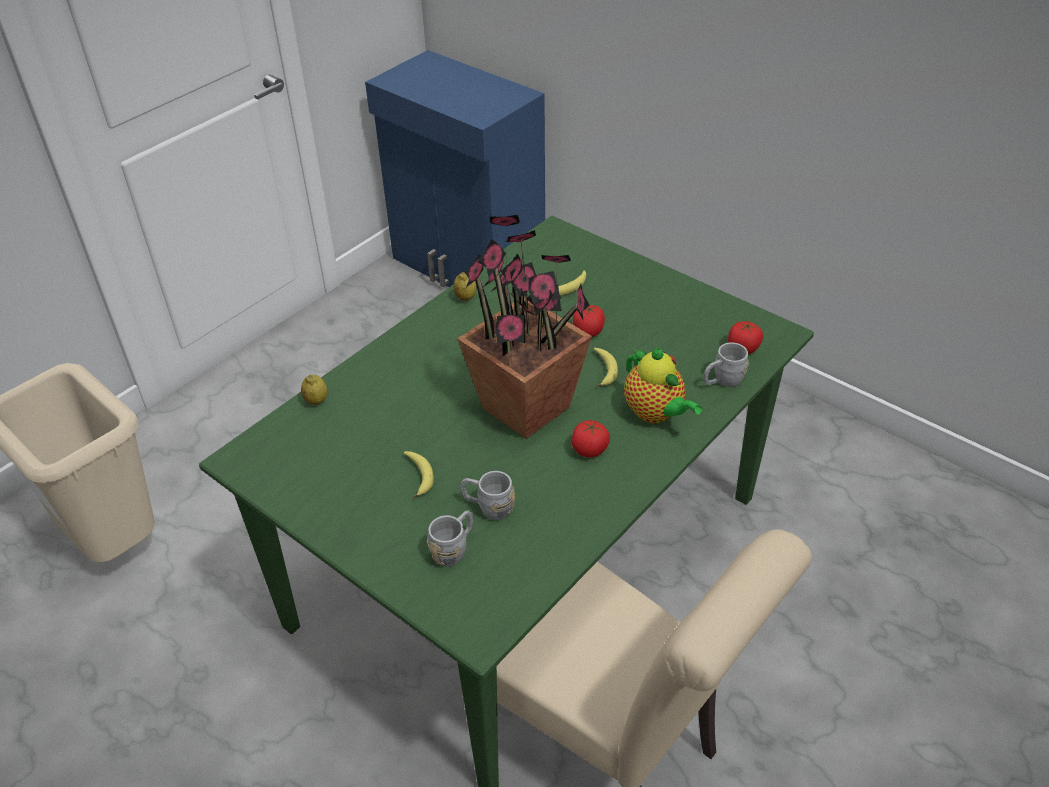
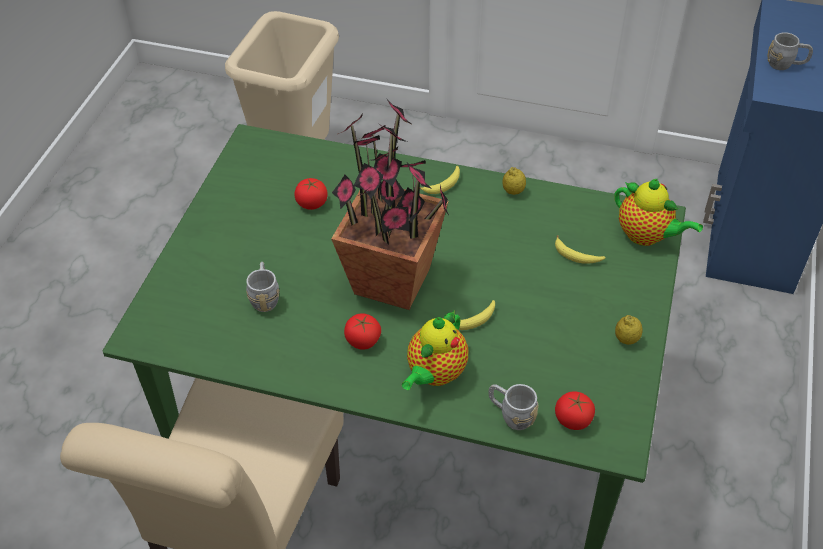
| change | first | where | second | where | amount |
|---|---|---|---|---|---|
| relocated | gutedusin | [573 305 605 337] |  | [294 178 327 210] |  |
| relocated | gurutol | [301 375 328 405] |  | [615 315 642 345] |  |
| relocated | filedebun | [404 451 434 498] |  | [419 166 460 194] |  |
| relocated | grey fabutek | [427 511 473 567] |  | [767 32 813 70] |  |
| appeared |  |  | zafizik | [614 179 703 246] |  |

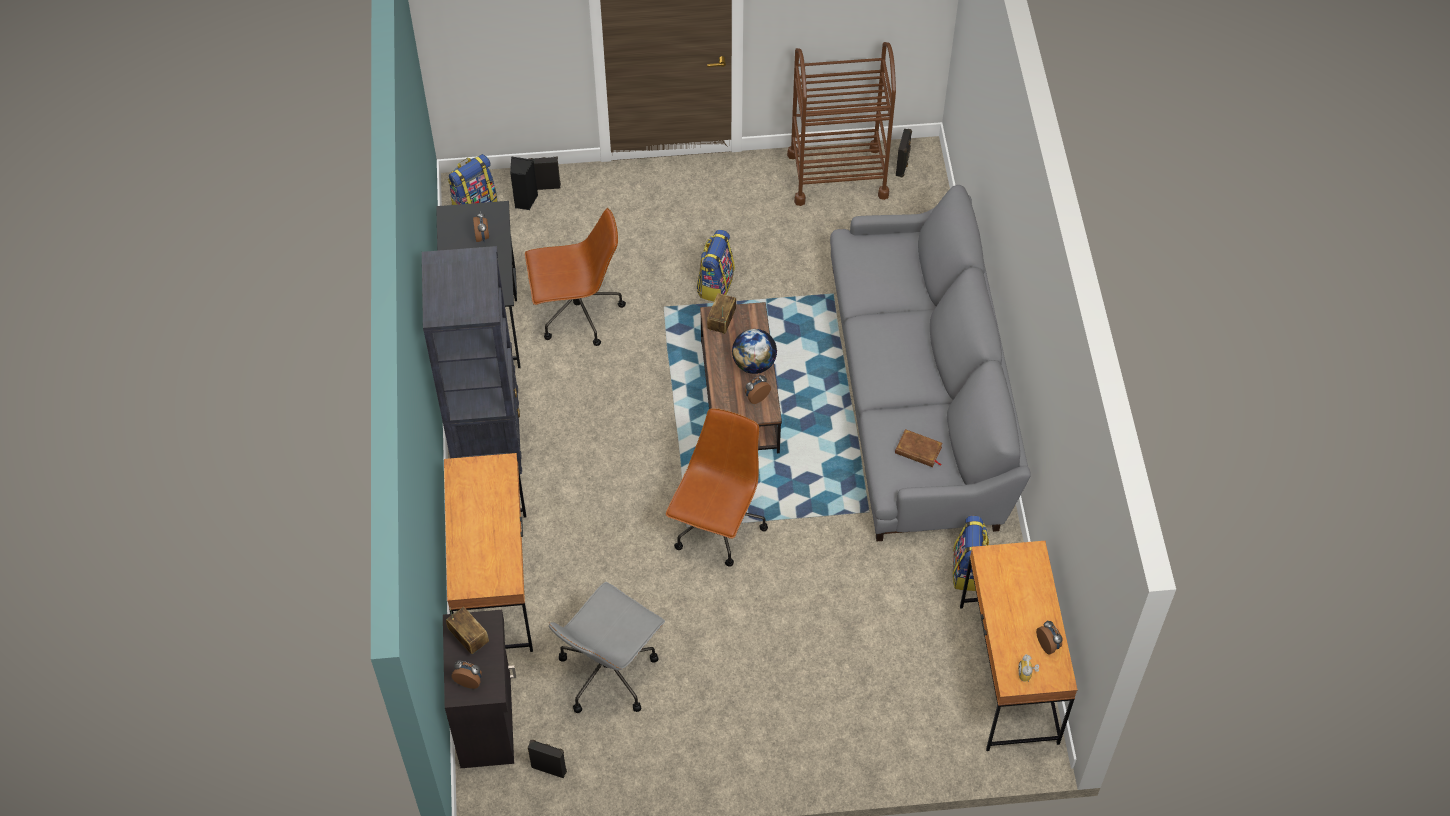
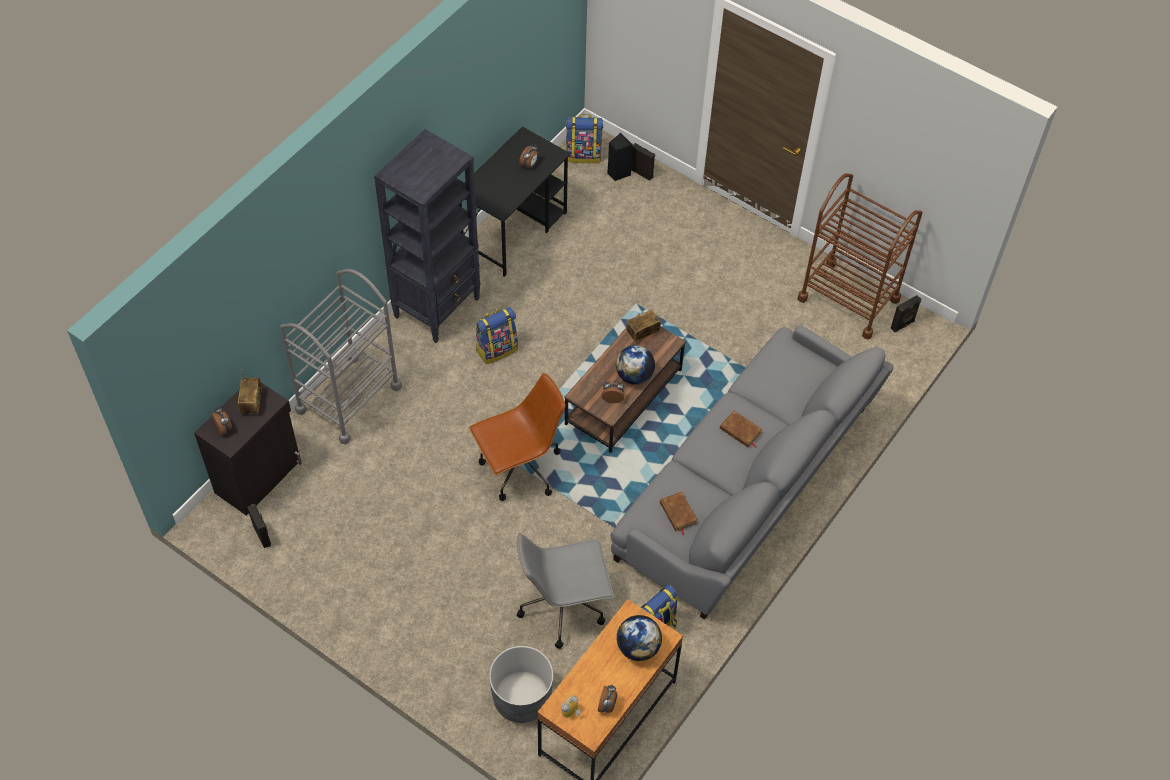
| change | first | where | second | where | amount |
|---|---|---|---|---|---|
| missing | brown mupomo | [525 208 626 346] |  |  |  |
| relocated | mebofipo | [697 230 735 301] |  | [475 307 518 364] |  |
| exchanged | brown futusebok | [444 453 533 652] | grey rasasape | [280 269 402 445] |  |
| relocated | grey mupomo | [549 582 665 713] |  | [517 533 614 649] |  |
| appeared |  |  | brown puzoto | [720 411 762 448] |  |
| appeared |  |  | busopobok | [617 615 662 661] |  |
| appeared |  |  | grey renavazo | [489 646 554 723] |  |

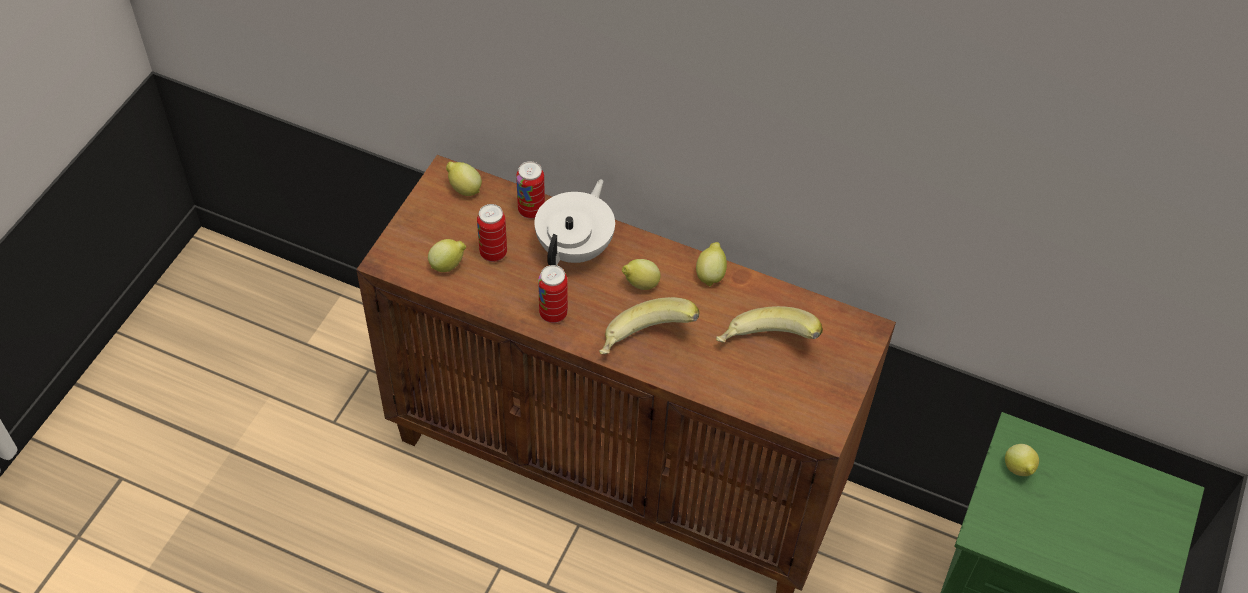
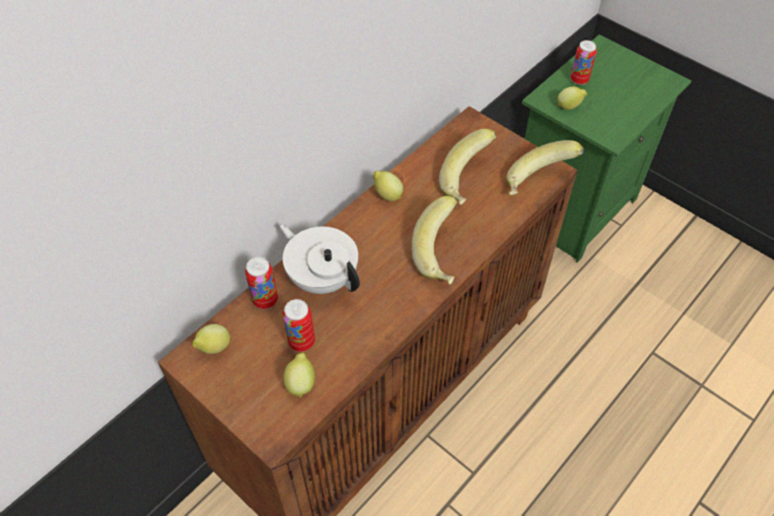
| change | first | where | second | where | amount |
|---|---|---|---|---|---|
| missing | gurutol | [622 259 661 290] |  |  |  |
| relocated | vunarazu | [538 265 568 323] |  | [570 40 597 85] |  |
| appeared |  |  | filedebun | [506 140 584 195] |  |

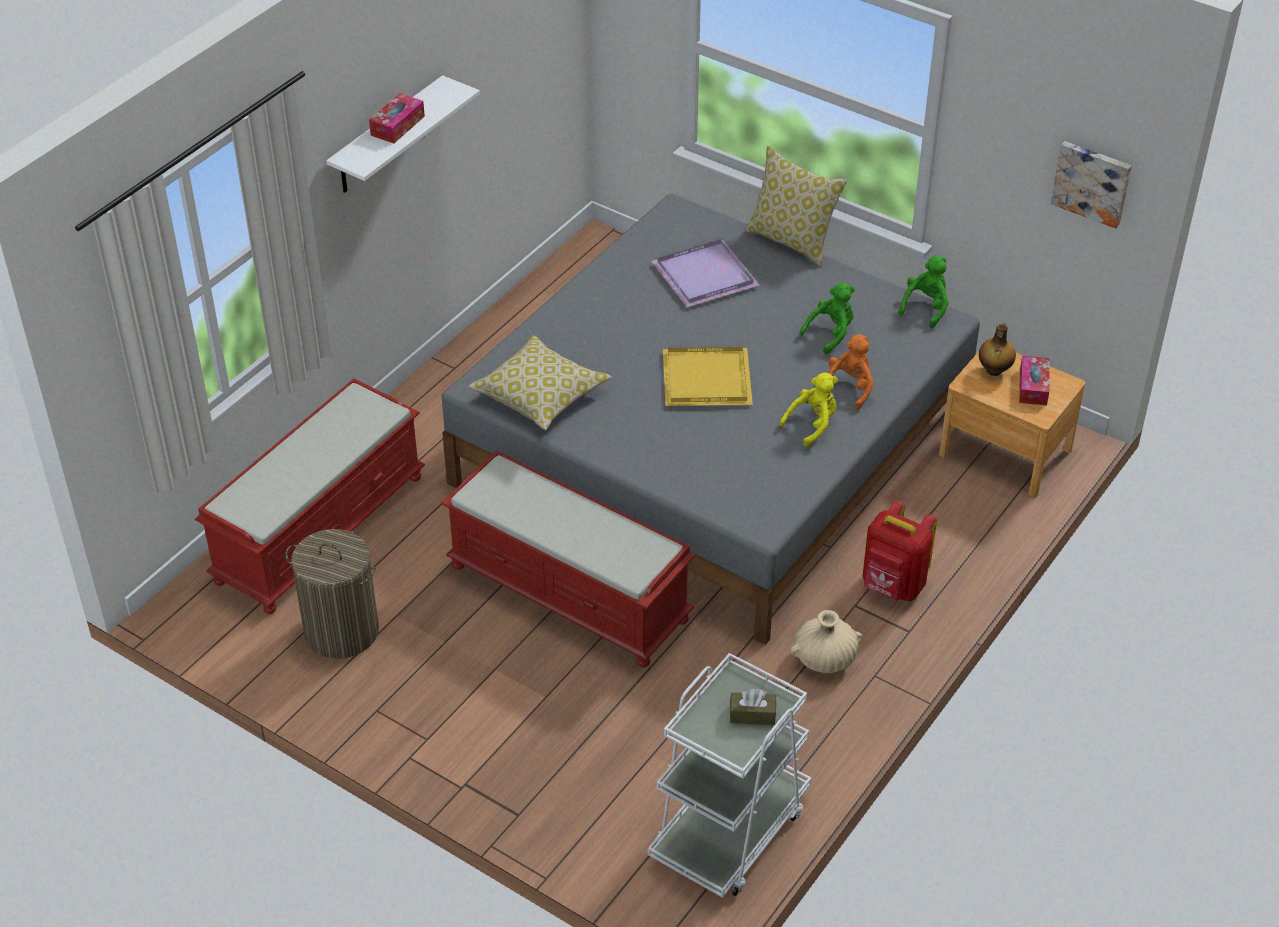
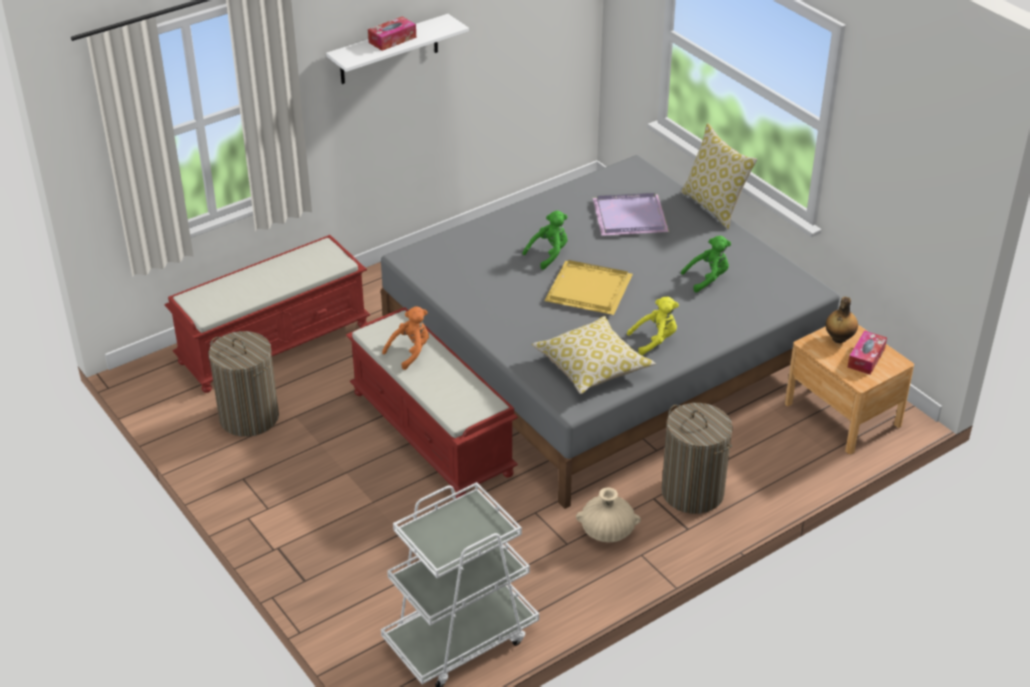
| change | first | where | second | where | amount |
|---|---|---|---|---|---|
| missing | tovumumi | [1051 141 1132 228] |  |  |  |
| relocated | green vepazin | [898 255 949 328] |  | [523 210 568 270] |  |
| relocated | orange vepazin | [828 334 873 410] |  | [382 306 429 370] |  |
| relocated | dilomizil | [468 335 612 430] |  | [532 316 656 394] |  |
| exchanged | red mebofipo | [863 501 937 601] | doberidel | [662 403 733 514] |  |
| missing | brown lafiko | [730 689 776 725] |  |  |  |

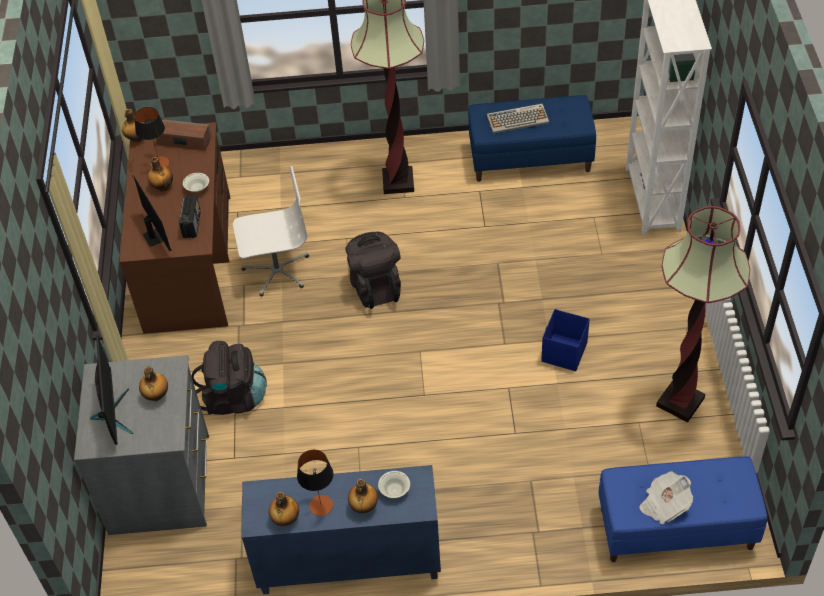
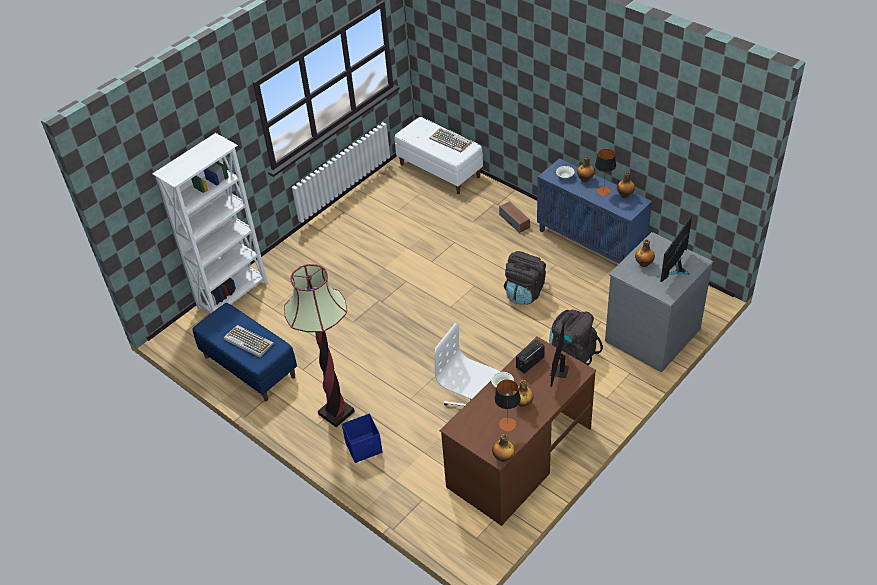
| change | first | where | second | where | amount |
|---|---|---|---|---|---|
| relocated | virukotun | [156 119 212 151] |  | [499 201 530 233] |  |
| missing | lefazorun | [656 206 750 423] |  |  |  |
| relocated | black mebofipo | [345 232 401 309] |  | [504 251 546 305] |  |
| relocated | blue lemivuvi | [541 309 590 371] |  | [342 413 383 463] |  |
| colour | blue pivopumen | [598 456 767 562] | white pivopumen | [395 117 483 194] |  |
| exchanged | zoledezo | [639 472 693 525] | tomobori | [429 128 472 152] |  |

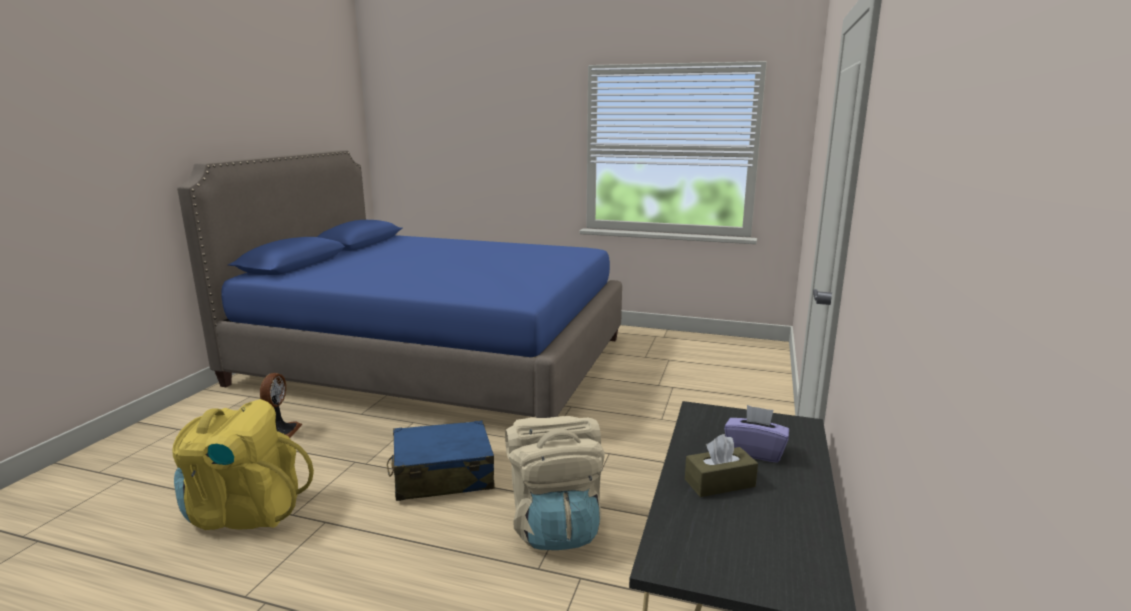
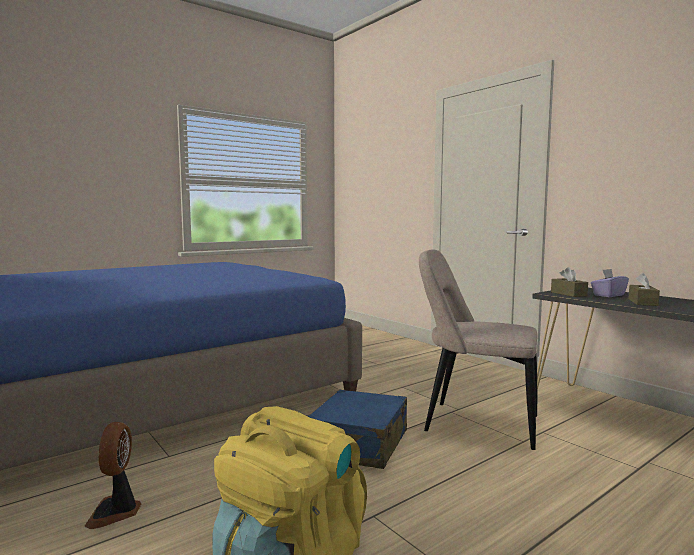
| change | first | where | second | where | amount |
|---|---|---|---|---|---|
| spun | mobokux | [260 373 303 438] |  | [84 422 142 529] | 135 degrees counterclockwise |
| exchanged | beige mebofipo | [505 416 605 550] | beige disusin | [419 250 537 450] |  |
| appeared |  |  | brown lafiko | [551 267 588 297] |  |

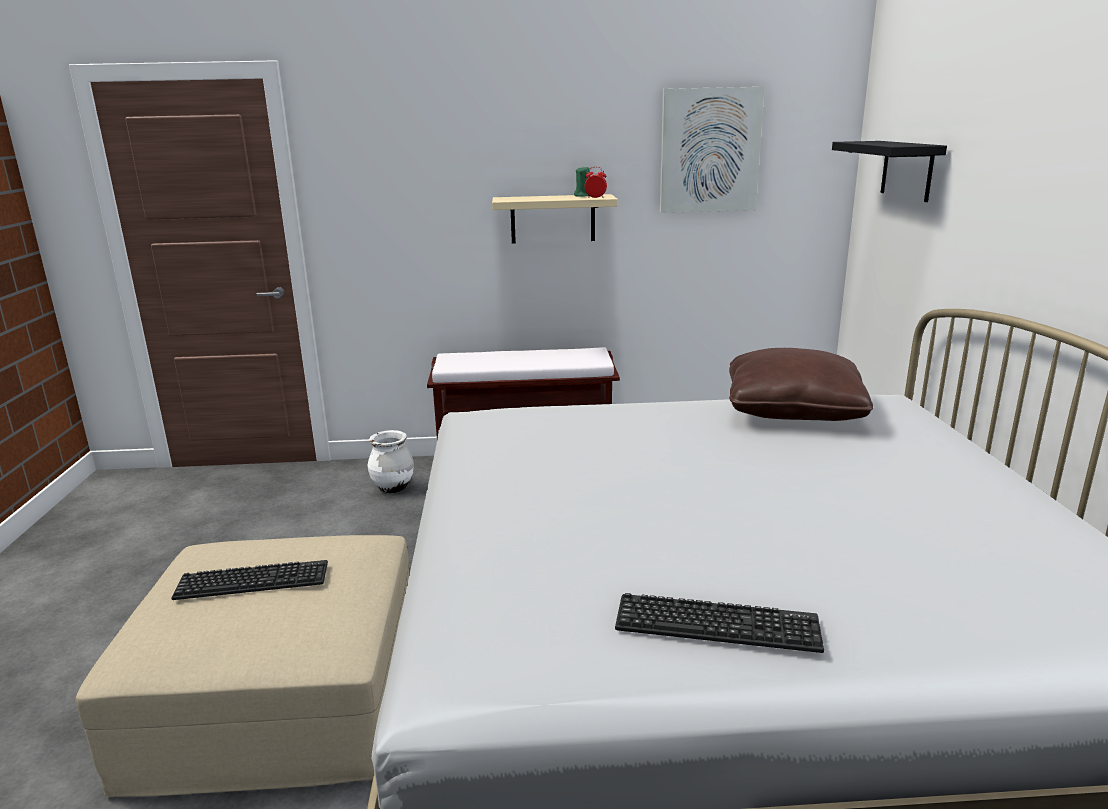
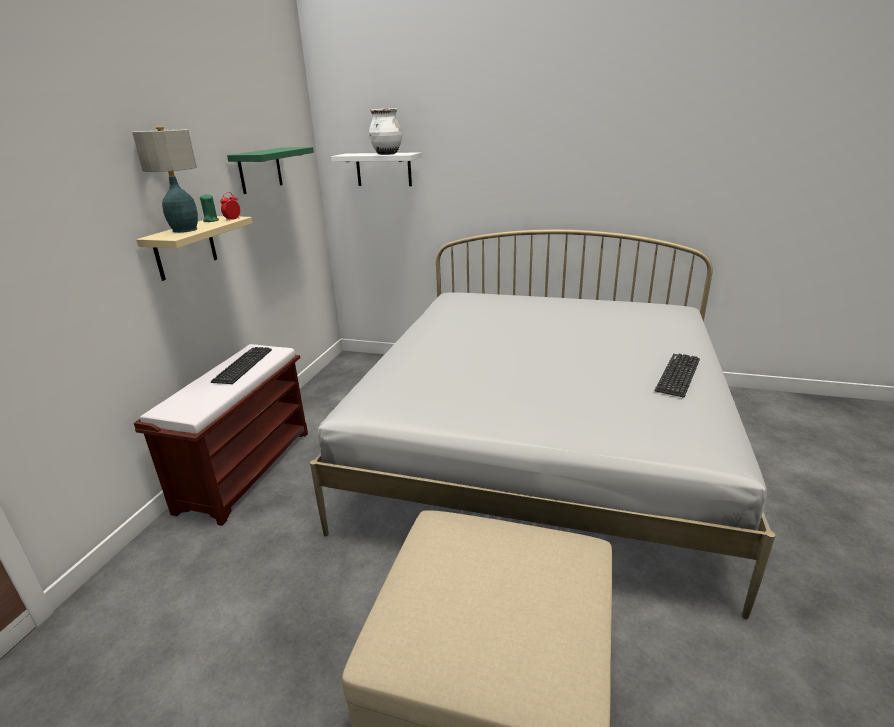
| change | first | where | second | where | amount |
|---|---|---|---|---|---|
| exchanged | tovumumi | [660 87 764 213] | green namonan | [227 147 314 194] |  |
| colour | black namonan | [832 141 947 202] | white namonan | [331 152 421 186] |  |
| missing | brown dilomizil | [729 348 873 421] |  |  |  |
| relocated | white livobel | [367 430 414 493] |  | [369 108 402 155] |  |
| relocated | tomobori | [171 560 328 600] |  | [211 347 272 384] |  |
| appeared |  |  | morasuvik | [132 126 198 233] |  |

